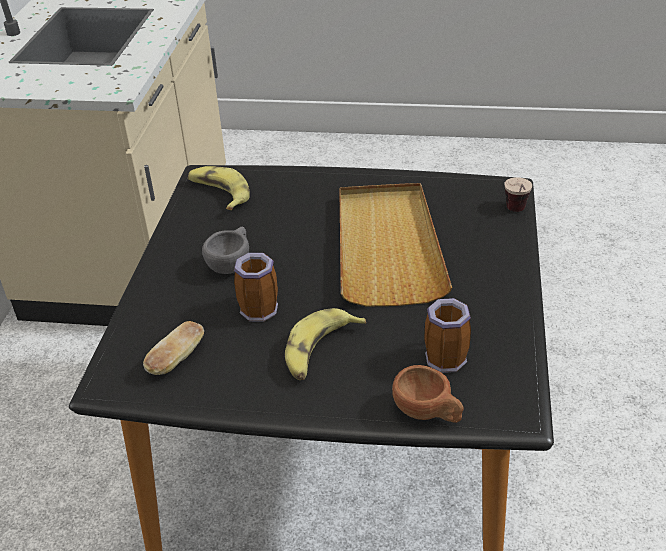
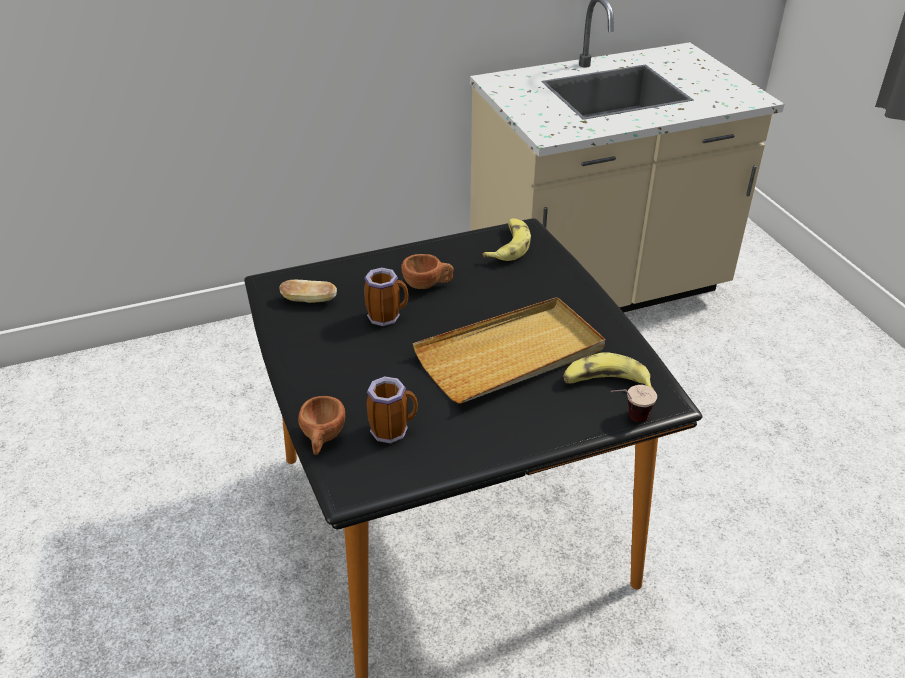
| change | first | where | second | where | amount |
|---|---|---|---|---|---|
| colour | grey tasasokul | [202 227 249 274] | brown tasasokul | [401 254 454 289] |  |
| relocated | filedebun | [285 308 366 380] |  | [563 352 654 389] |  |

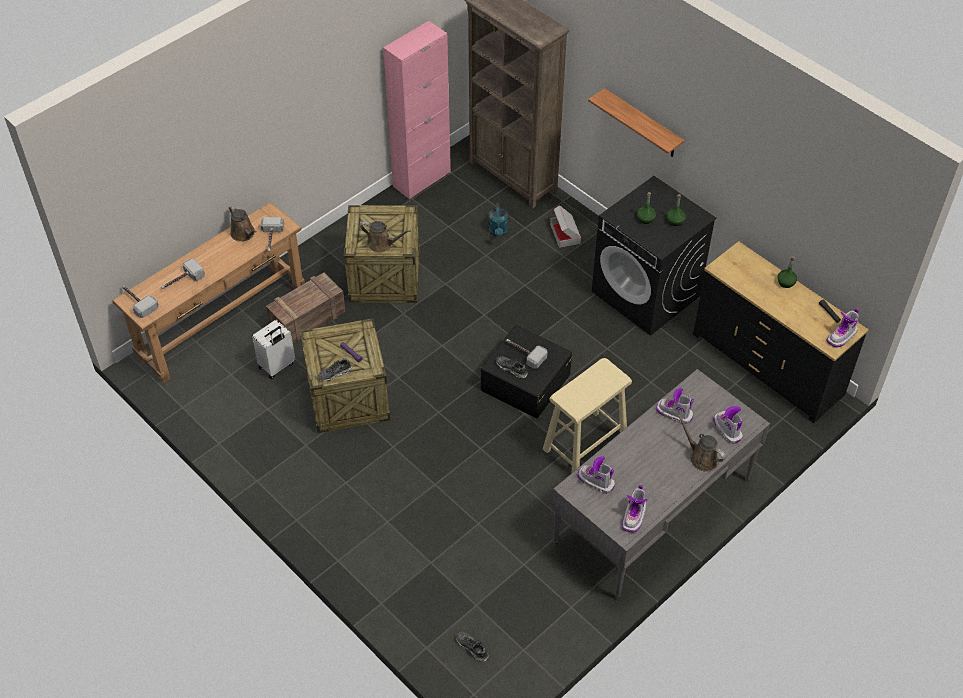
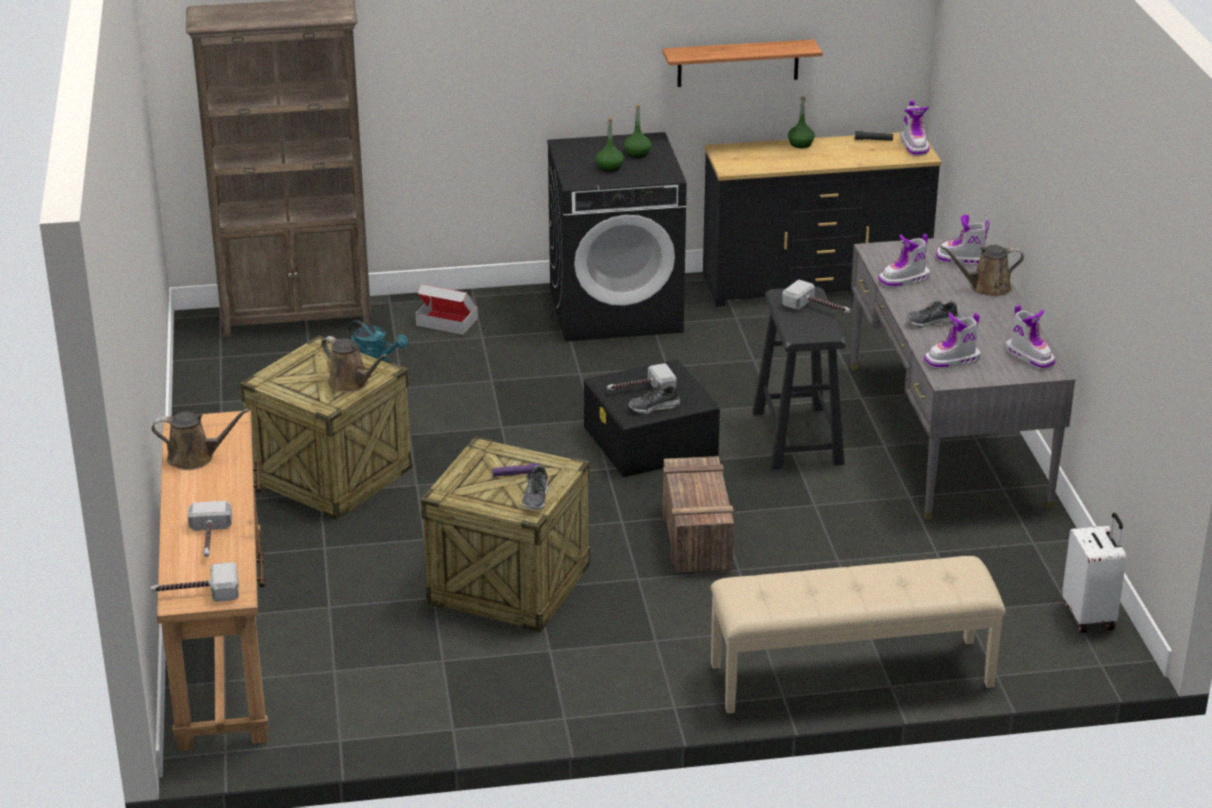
| change | first | where | second | where | amount |
|---|---|---|---|---|---|
| missing | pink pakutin | [383 21 451 199] |  |  |  |
| relocated | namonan | [588 88 685 157] |  | [663 39 822 87] |  |
| relocated | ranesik | [260 217 284 252] |  | [782 279 850 313] |  |
| spun | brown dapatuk | [360 221 411 253] |  | [321 336 388 393] | 75 degrees clockwise |
| relocated | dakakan | [266 272 345 343] |  | [663 456 734 573] |  |
| relocated | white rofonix | [252 320 295 379] |  | [1062 513 1126 633] |  |
| colour | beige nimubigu | [543 358 632 473] | black nimubigu | [752 287 845 470] |  |
| relocated | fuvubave | [456 632 489 662] |  | [906 300 959 328] |  |
| appeared |  |  | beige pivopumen | [710 556 1006 714] |  |

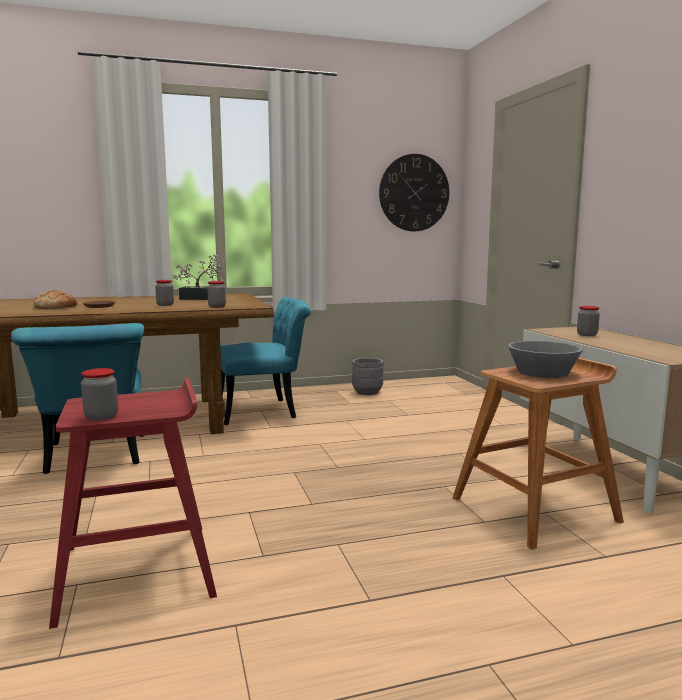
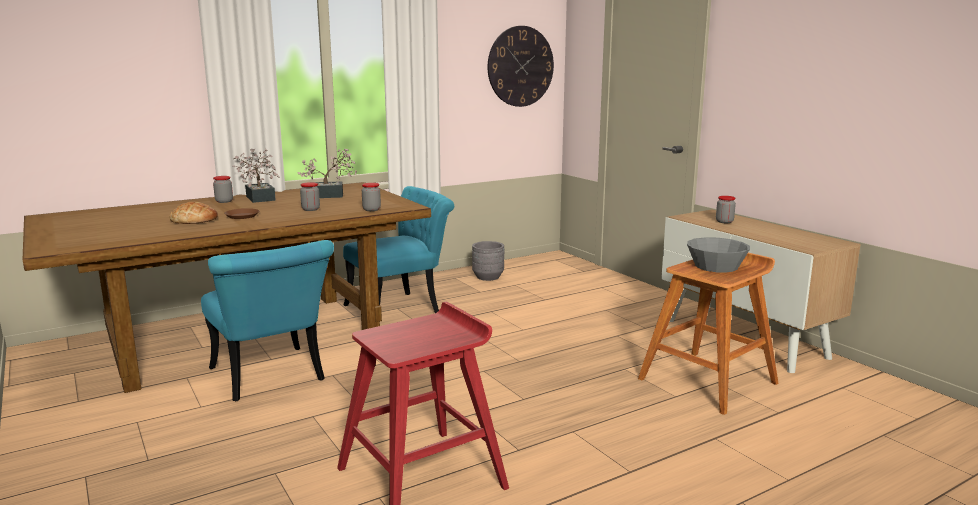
| change | first | where | second | where | amount |
|---|---|---|---|---|---|
| relocated | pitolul | [81 368 118 421] |  | [213 176 233 203] |  |
| appeared |  |  | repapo | [233 148 280 203] |  |

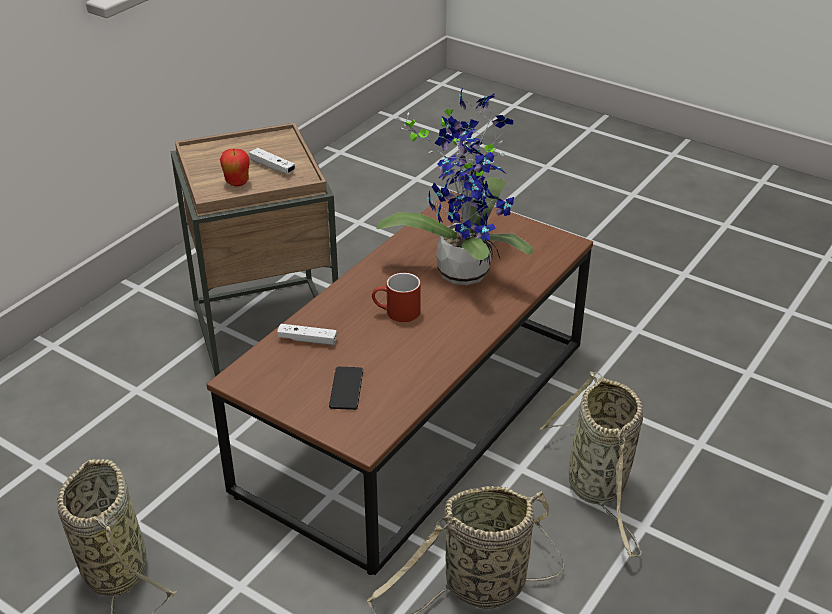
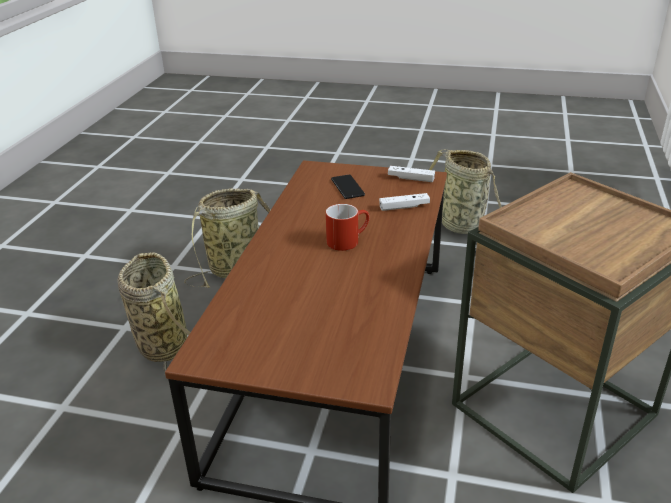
| change | first | where | second | where | amount |
|---|---|---|---|---|---|
| missing | repapo | [376 88 534 285] |  |  |  |
| missing | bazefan | [220 148 250 186] |  |  |  |
| relocated | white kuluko | [249 148 295 174] |  | [388 166 435 182] |  |

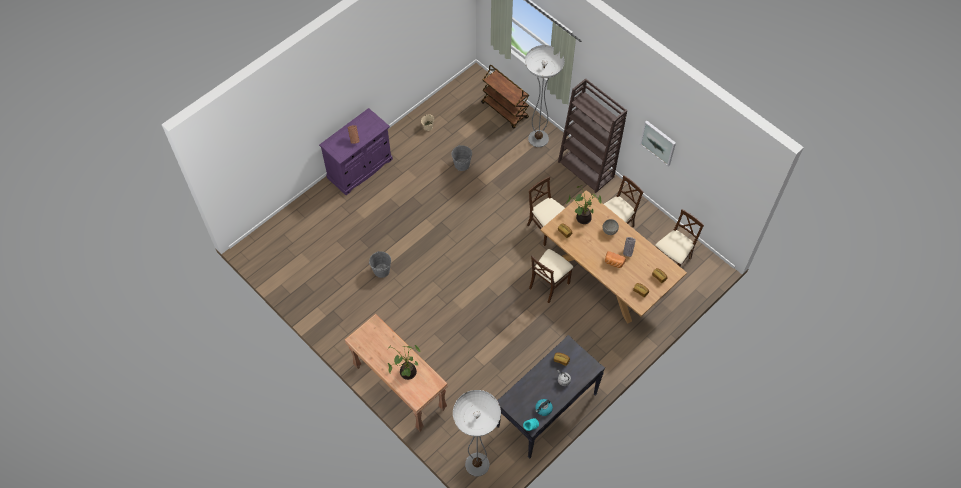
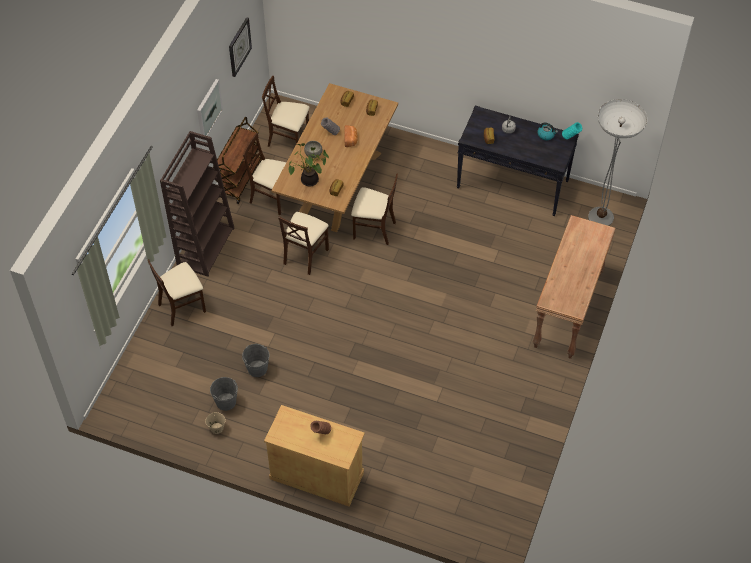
| change | first | where | second | where | amount |
|---|---|---|---|---|---|
| exchanged | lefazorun | [525 45 565 147] | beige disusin | [148 259 206 326] |  |
| relocated | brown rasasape | [481 65 529 129] |  | [213 117 261 204] |  |
| colour | purple pakutin | [319 108 393 195] | beige pakutin | [264 405 365 507] |  |
| relocated | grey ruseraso | [369 251 391 278] |  | [210 377 238 411] |  |
| missing | repapo | [388 345 421 380] |  |  |  |
| appeared |  |  | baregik | [229 17 252 77] |  |

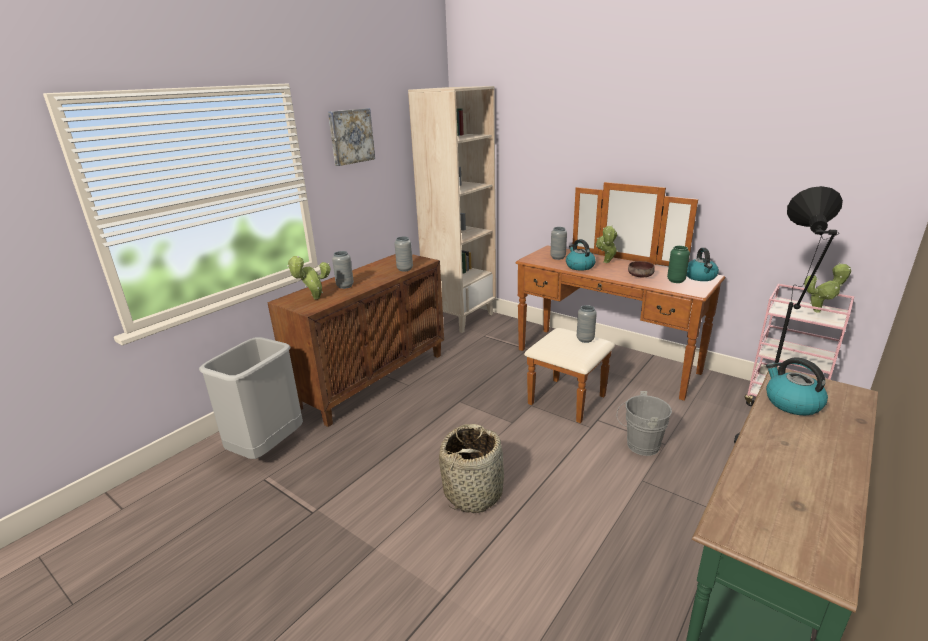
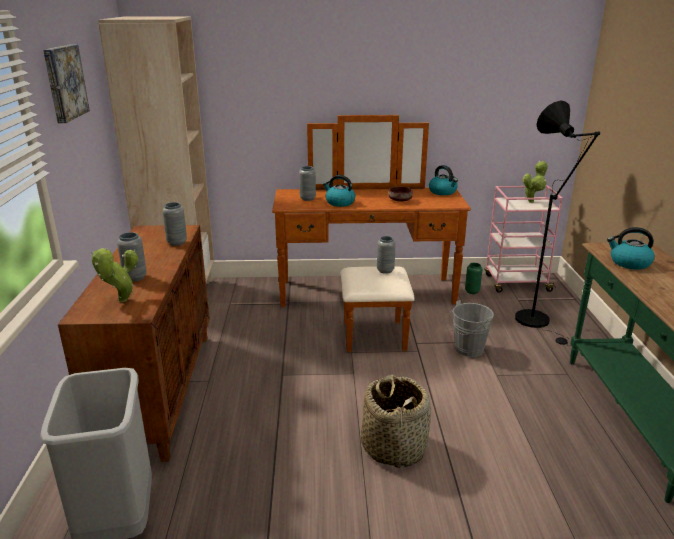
| change | first | where | second | where | amount |
|---|---|---|---|---|---|
| missing | repapo | [596 225 618 263] |  |  |  |
| relocated | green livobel | [667 246 690 283] |  | [465 263 483 294] |  |

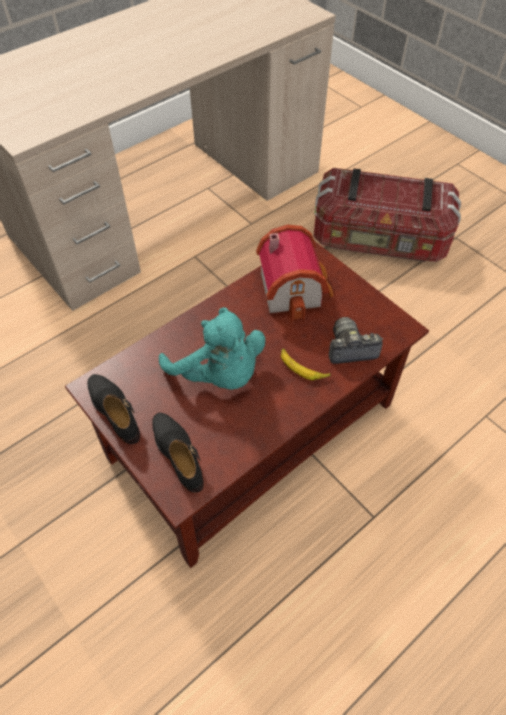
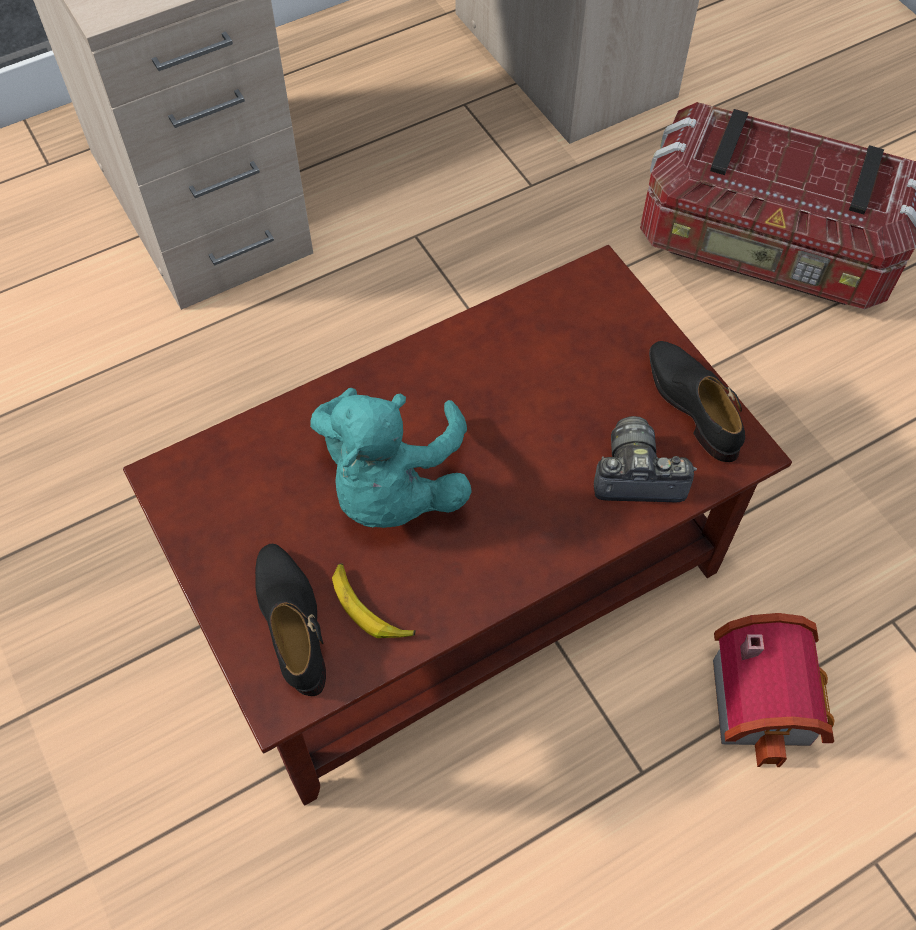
| change | first | where | second | where | amount |
|---|---|---|---|---|---|
| relocated | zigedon | [256 225 333 321] |  | [713 613 834 767] |  |
| spun | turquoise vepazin | [159 307 265 390] |  | [310 388 472 528] | 45 degrees clockwise |
| relocated | filedebun | [281 348 331 380] |  | [332 564 416 638] |  |
| relocated | black fuvubave | [87 374 140 444] |  | [649 341 745 462] |  |

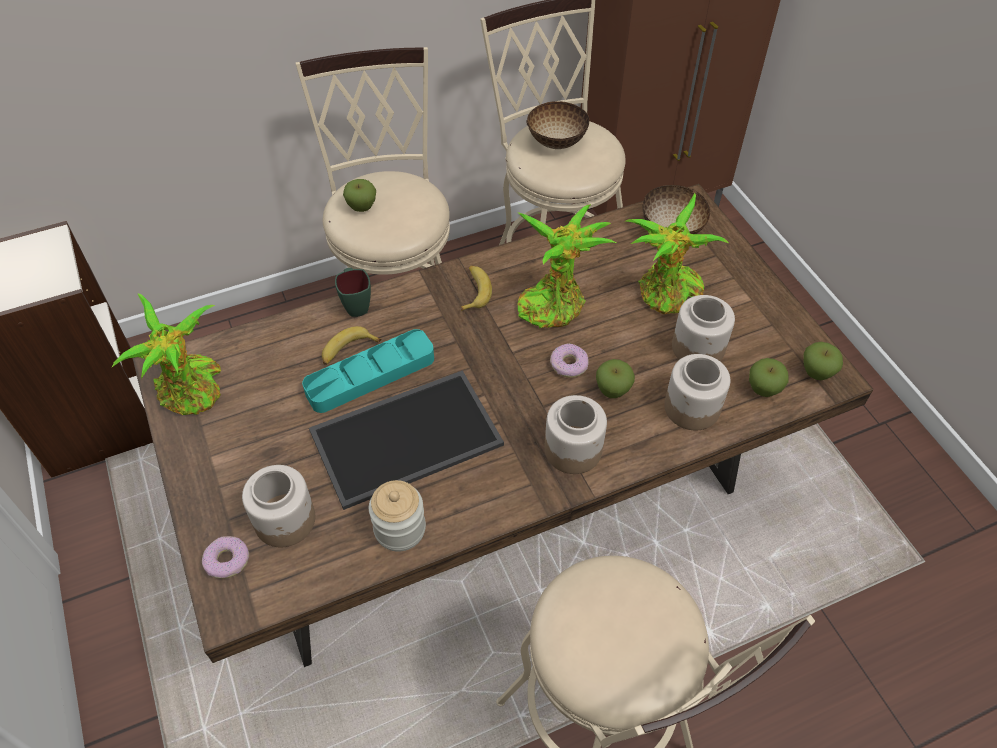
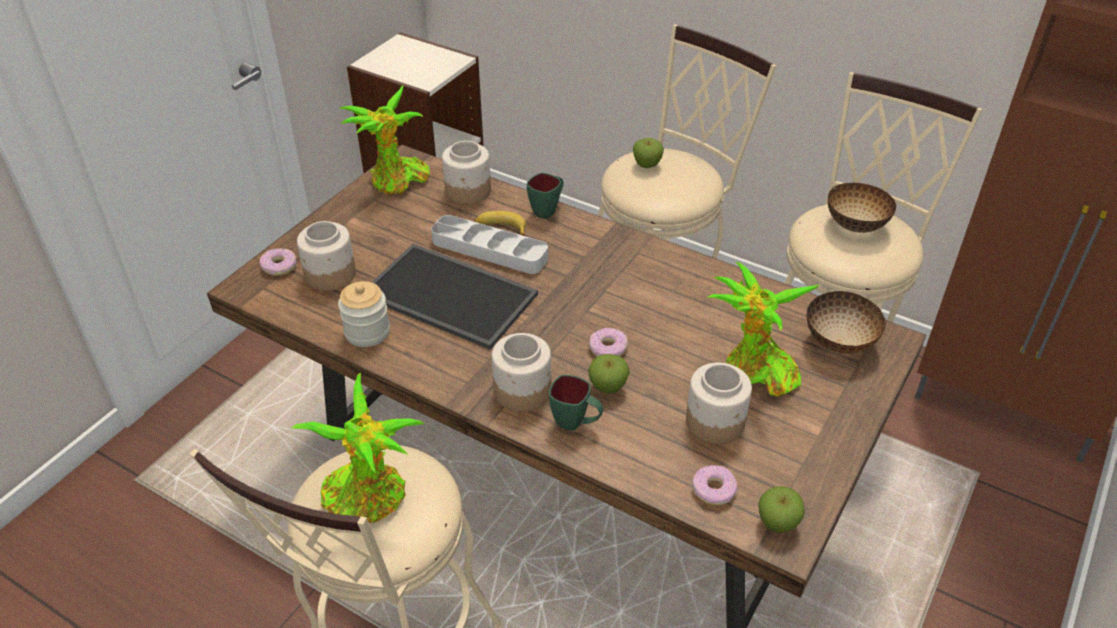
| change | first | where | second | where | amount |
|---|---|---|---|---|---|
| relocated | repapo | [518 204 616 328] |  | [292 372 425 523] |  |
| missing | filedebun | [461 265 492 311] |  |  |  |
| colour | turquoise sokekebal | [302 329 434 413] | grey sokekebal | [431 215 548 274] |  |
| relocated | pitolul | [664 354 731 430] |  | [442 141 491 204] |  |
| exchanged | bazefan | [749 358 789 397] | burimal | [693 465 737 505] |  |
| appeared |  |  | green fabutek | [549 375 603 430] |  |

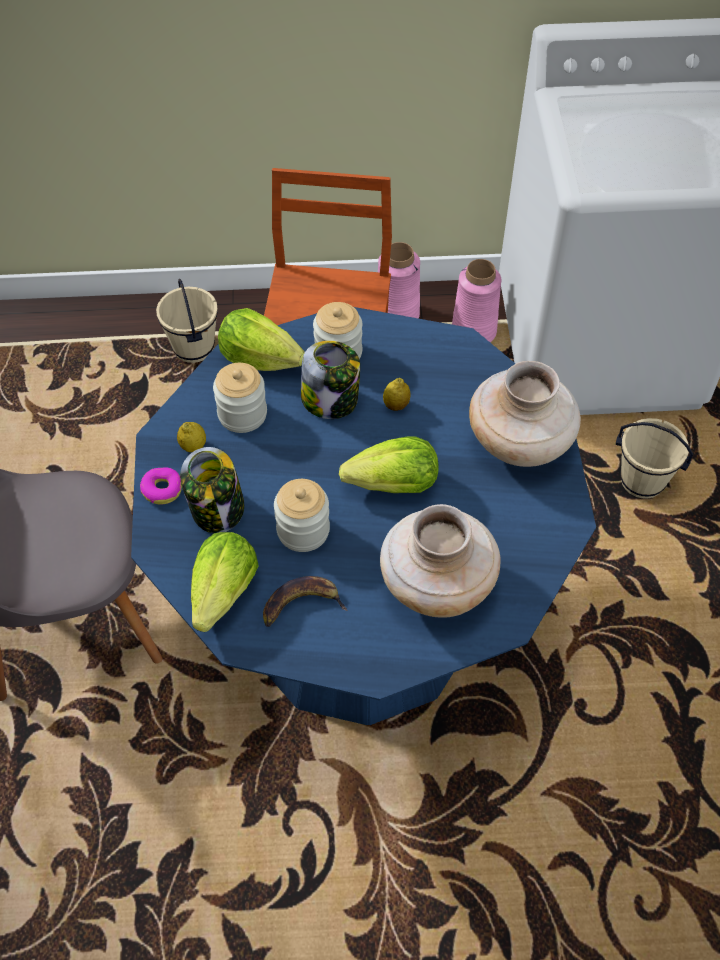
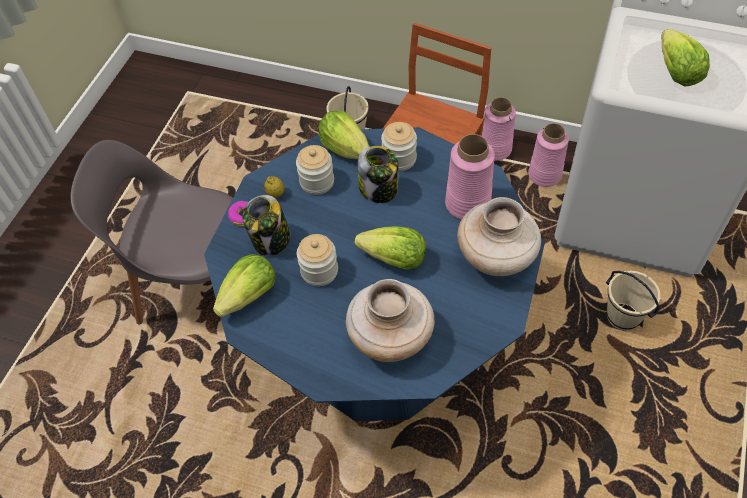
| change | first | where | second | where | amount |
|---|---|---|---|---|---|
| missing | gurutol | [383 378 411 411] |  |  |  |
| missing | filedebun | [263 576 348 627] |  |  |  |
| appeared |  |  | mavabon | [661 29 710 86] |  |
| appeared |  |  | pink livobel | [445 134 495 220] |  |

